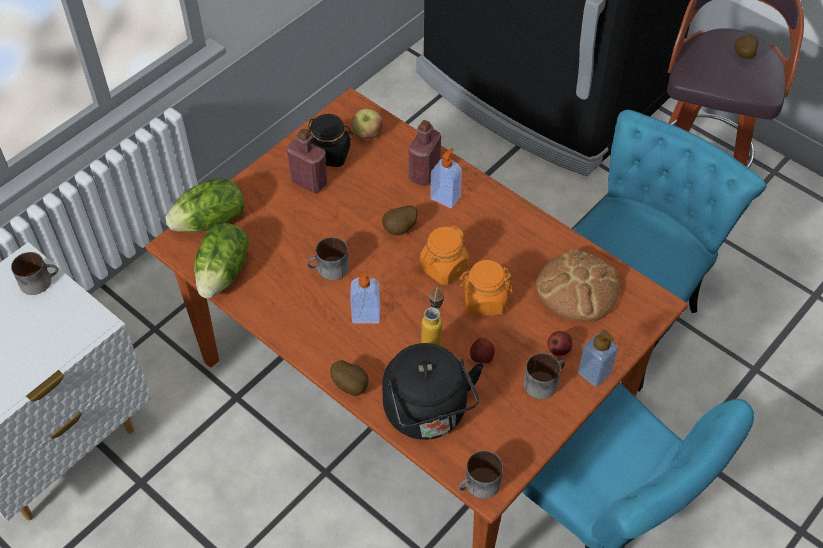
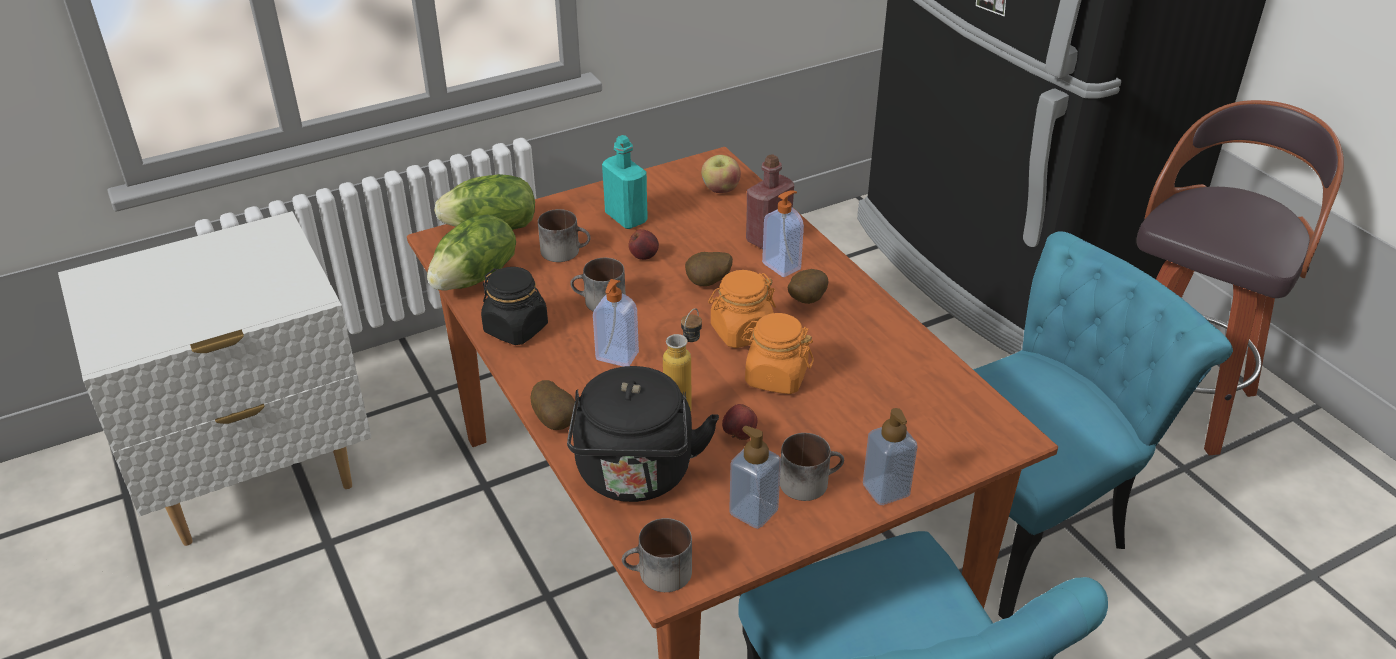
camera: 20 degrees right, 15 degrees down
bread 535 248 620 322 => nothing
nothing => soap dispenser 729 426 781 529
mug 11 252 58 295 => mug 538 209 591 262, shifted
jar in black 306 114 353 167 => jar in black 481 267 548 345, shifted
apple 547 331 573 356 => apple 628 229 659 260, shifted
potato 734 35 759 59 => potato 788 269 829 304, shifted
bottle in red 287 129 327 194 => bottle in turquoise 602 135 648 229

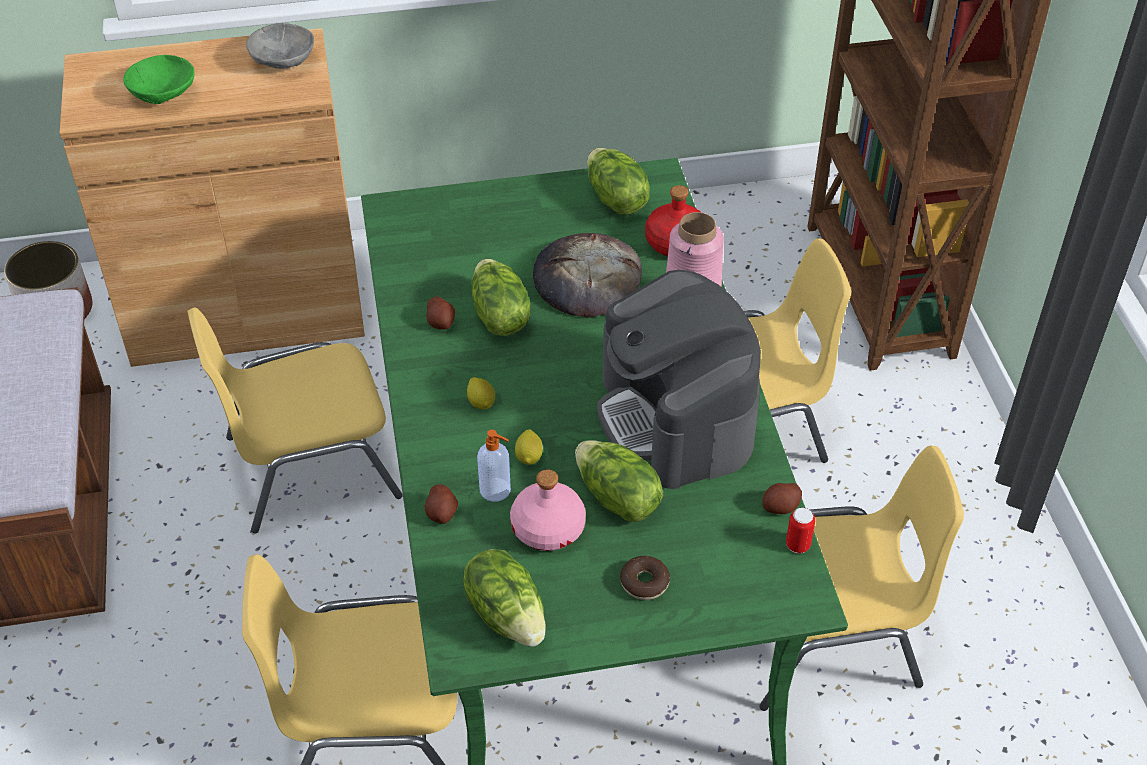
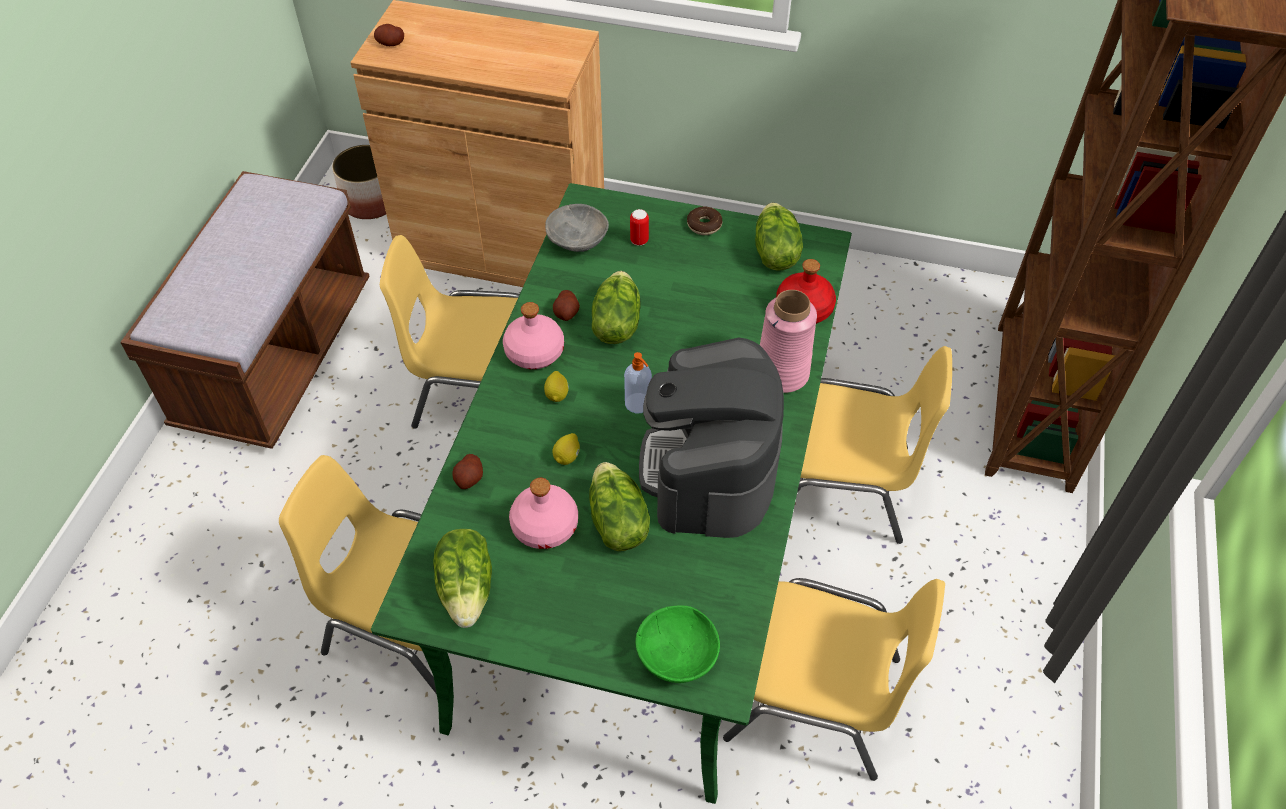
camera: 25 degrees right, 5 degrees up
bread 533 233 642 318 => nothing
nothing => bottle in pink 503 302 564 369
bowl in green 123 55 194 104 => bowl in green 635 605 720 683, shifted
bowl in grey 246 23 314 69 => bowl in grey 545 204 609 252, shifted
soap dispenser 477 430 511 502 => soap dispenser 624 352 652 413, shifted
donut 620 556 670 600 => donut 687 206 722 235, shifted
potato 762 483 802 514 => potato 374 24 404 46, shifted
can 786 508 815 553 => can 630 209 649 246, shifted

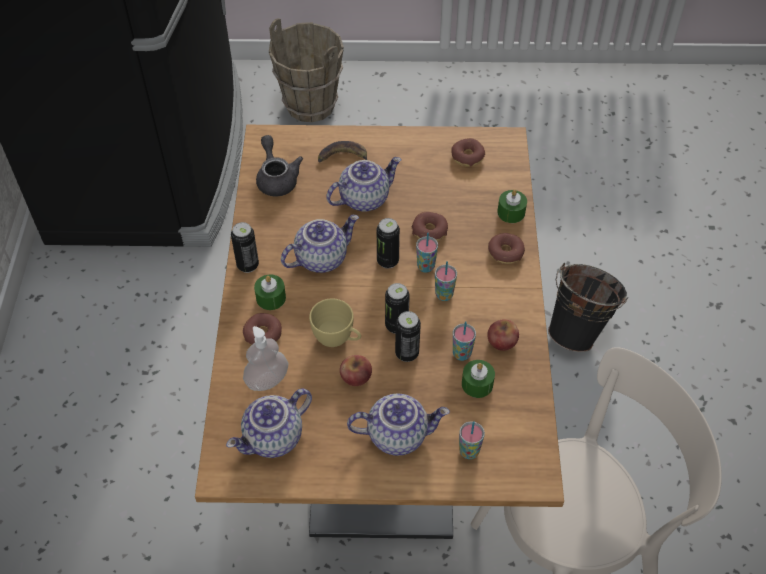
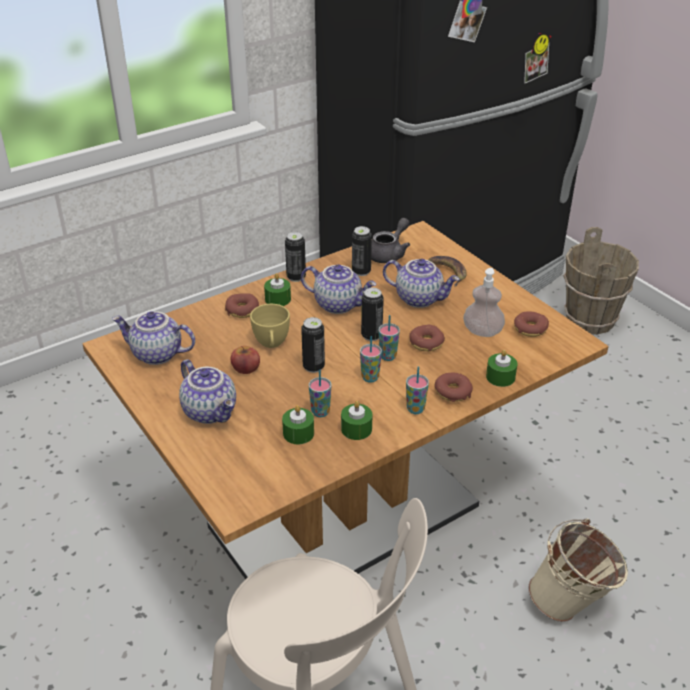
camera: 55 degrees right, 15 degrees down
soap dispenser 243 326 288 391 => soap dispenser 463 268 505 337, shifted
can 395 311 421 362 => can 352 226 372 276, shifted
cup 459 421 485 459 => cup 406 367 429 414, shifted
apple 487 319 519 351 => candle in green 341 401 373 440
bucket in black 548 263 628 352 => bucket in beige 528 518 628 622

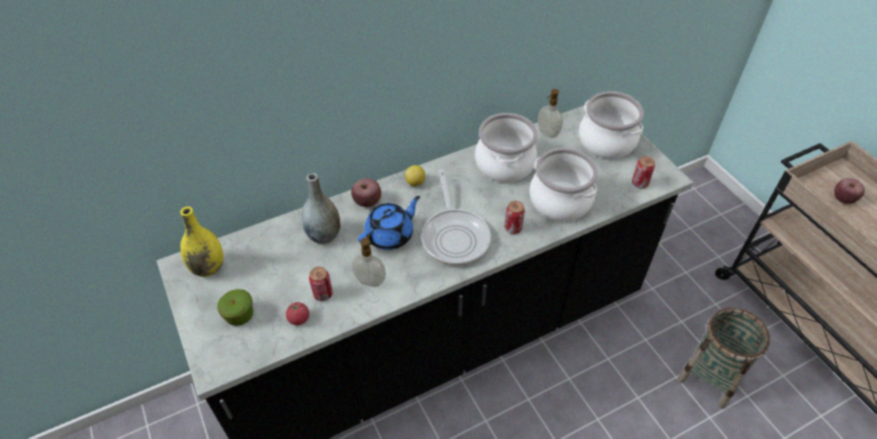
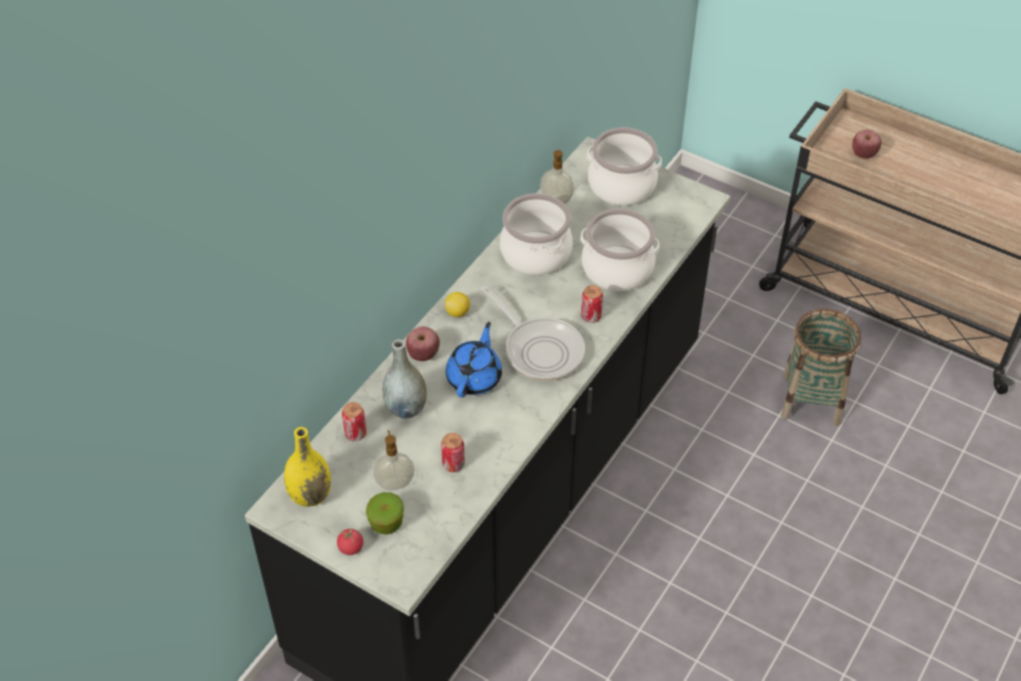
camera: 30 degrees left, 0 degrees up
tomato 286 302 309 325 => tomato 337 528 363 555, shifted
soap dispenser 352 234 386 287 => soap dispenser 373 430 415 490, shifted
can 632 156 655 188 => can 342 402 367 441, shifted

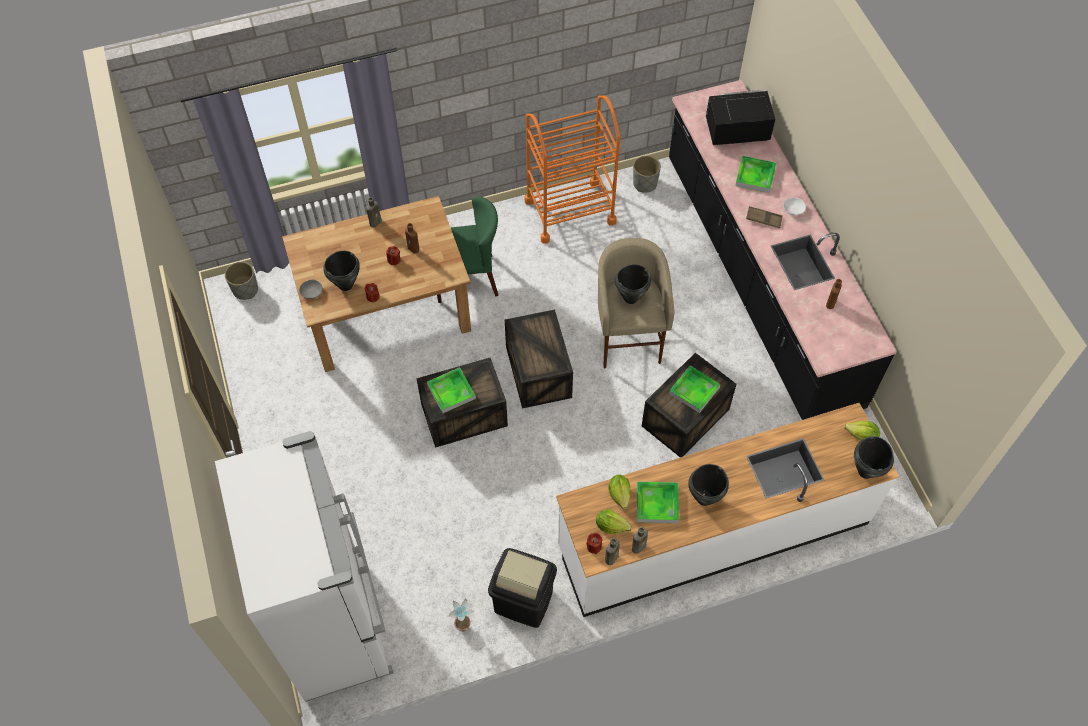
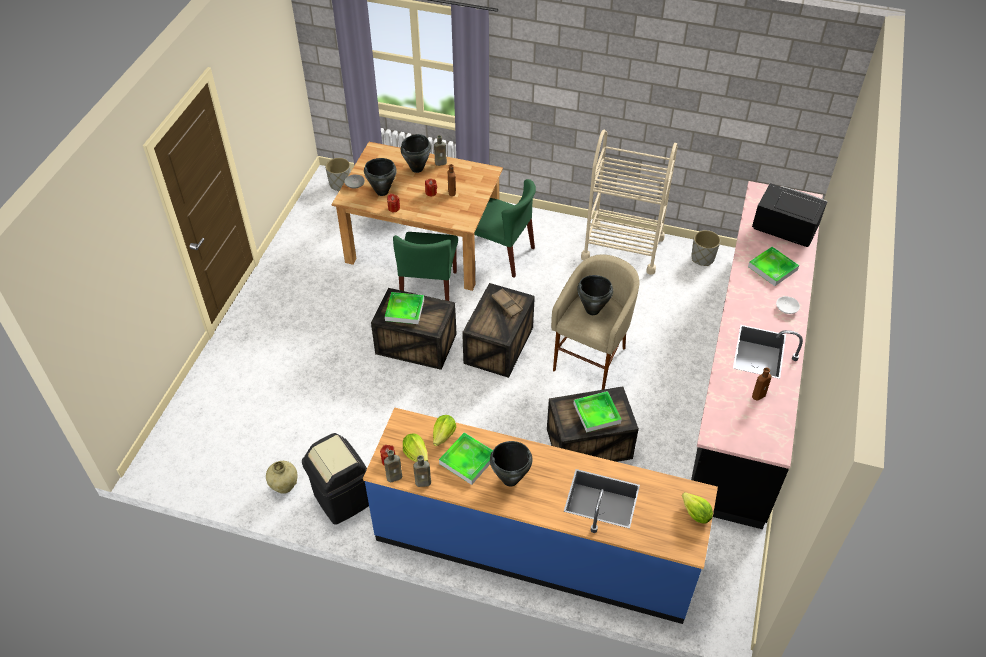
camera: 35 degrees right, 10 degrees down
fridge in white 215 431 393 702 => nothing
nothing => chair in green 393 232 458 301
tray in brown 746 206 783 229 => tray in brown 491 289 523 317, shifted
cooking pot in black 854 436 894 479 => cooking pot in black 401 134 431 173, shifted
potted plant 448 598 474 631 => vase in beige 266 461 298 494
cart in orange 525 95 620 244 => cart in beige 581 130 678 275
counter in white 556 403 899 617 => counter in blue 363 407 718 624

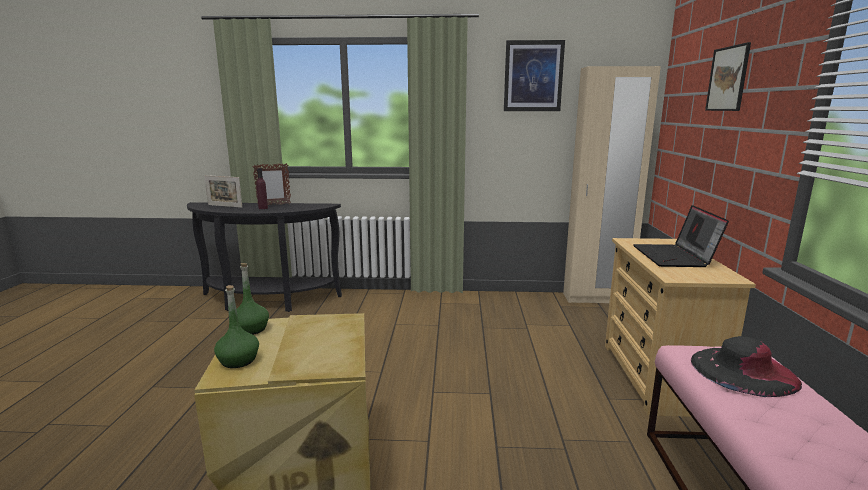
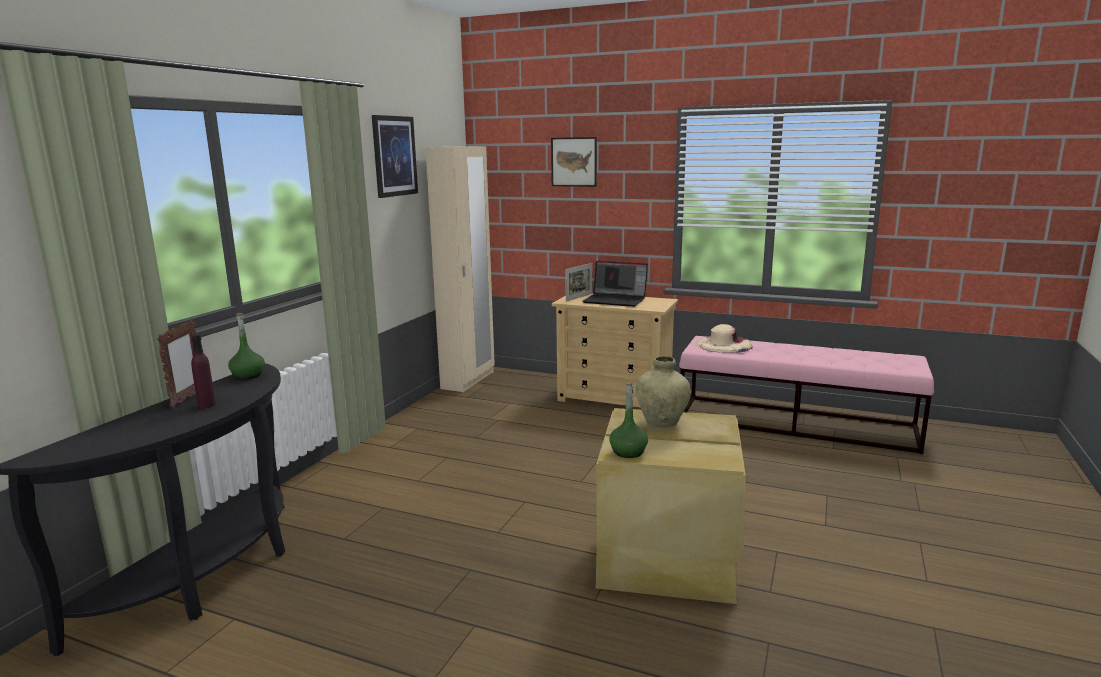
camera: 70 degrees left, 0 degrees up
nothing => vase in beige 636 356 691 428
picture frame 204 175 242 208 => picture frame 565 263 593 302, shifted
bottle in green 214 285 259 368 => bottle in green 228 313 265 379, shifted
hat in black 691 336 802 397 => hat in beige 695 324 753 353

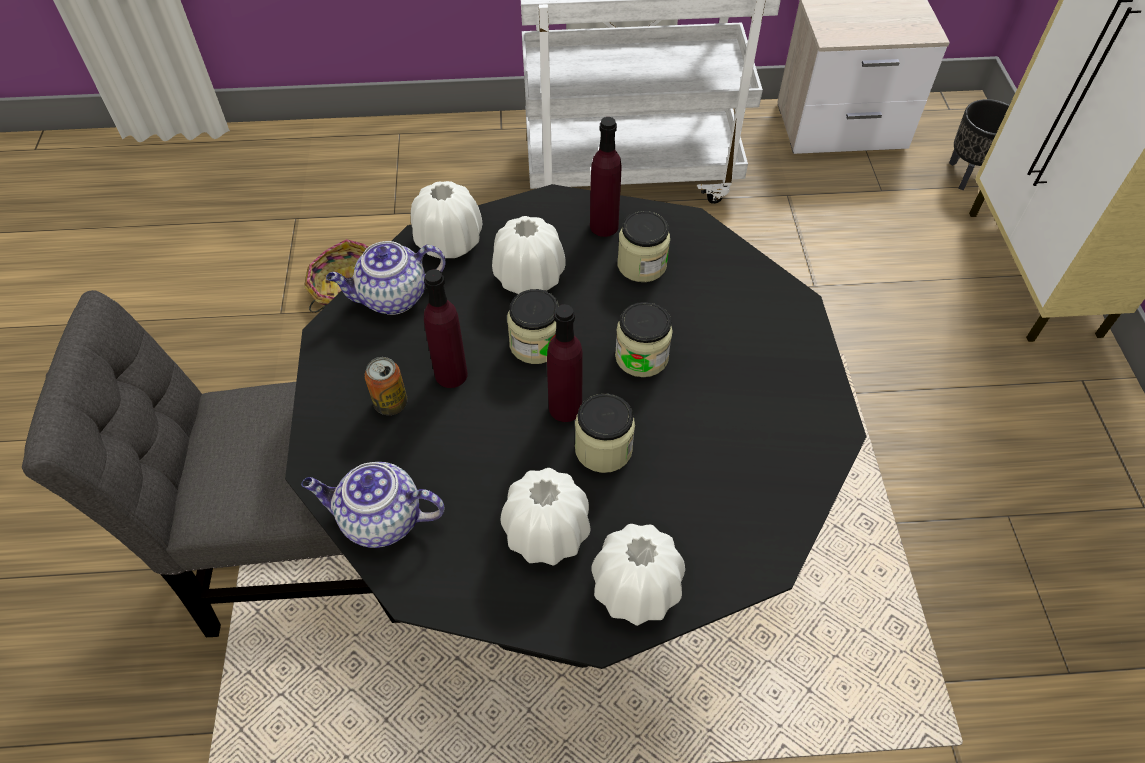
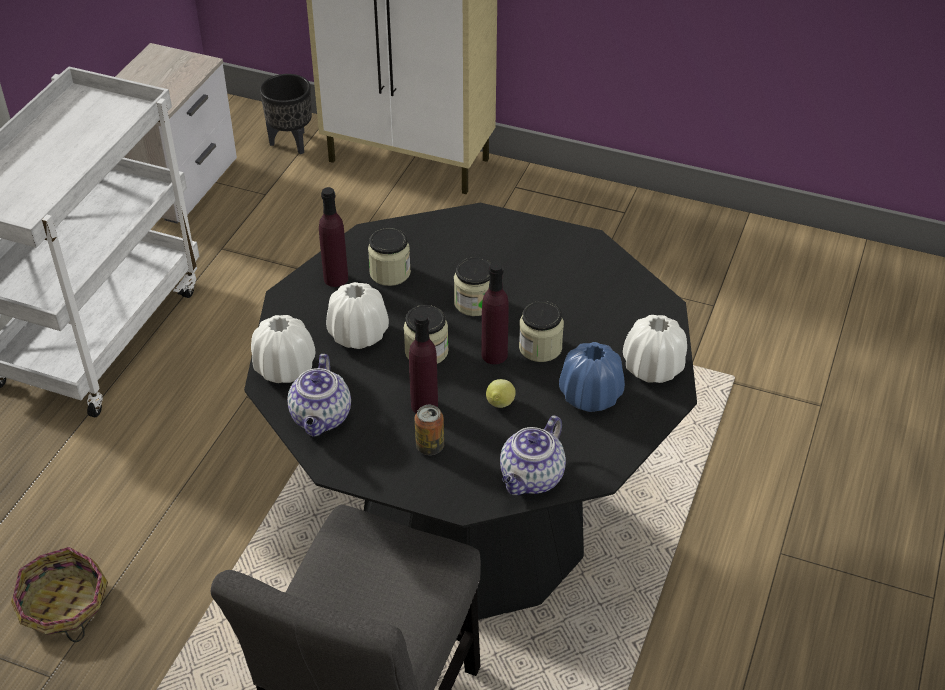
camera: 65 degrees left, 10 degrees down
nothing => lemon 486 379 516 408
vase in white 500 468 590 565 => vase in blue 559 342 625 412

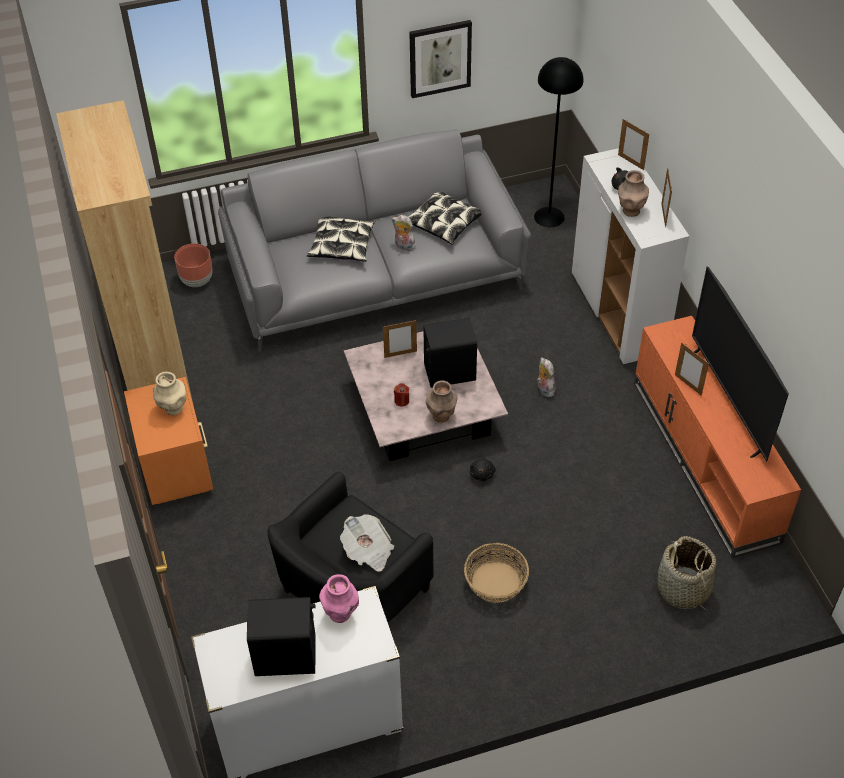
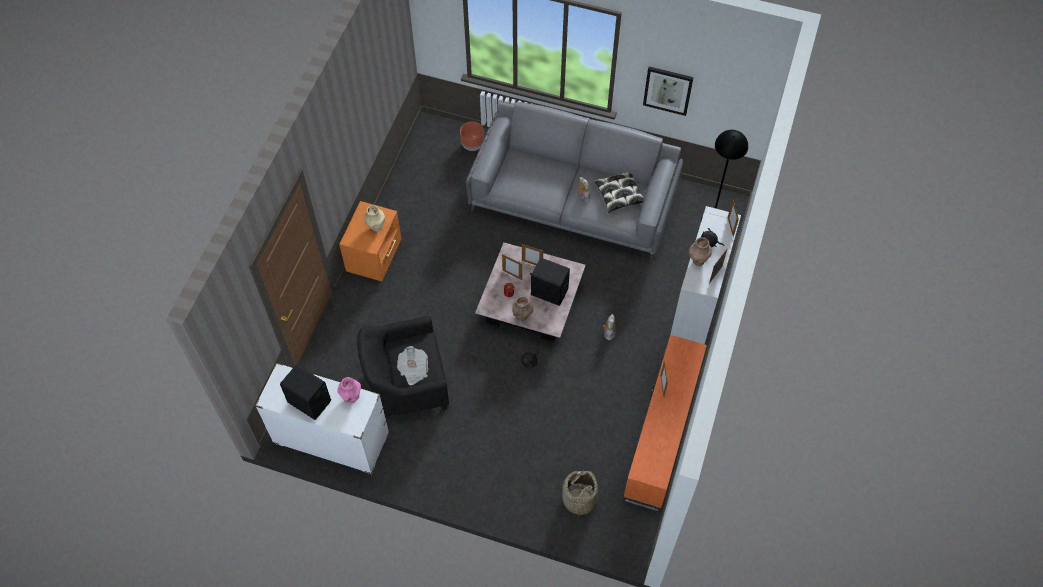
camera: 35 degrees right, 10 degrees up
bookcase in brown 56 100 194 406 => nothing
pillow 307 216 375 262 => nothing
basket 464 543 529 603 => nothing
television 692 267 789 462 => nothing
nothing => picture frame 502 254 522 280

